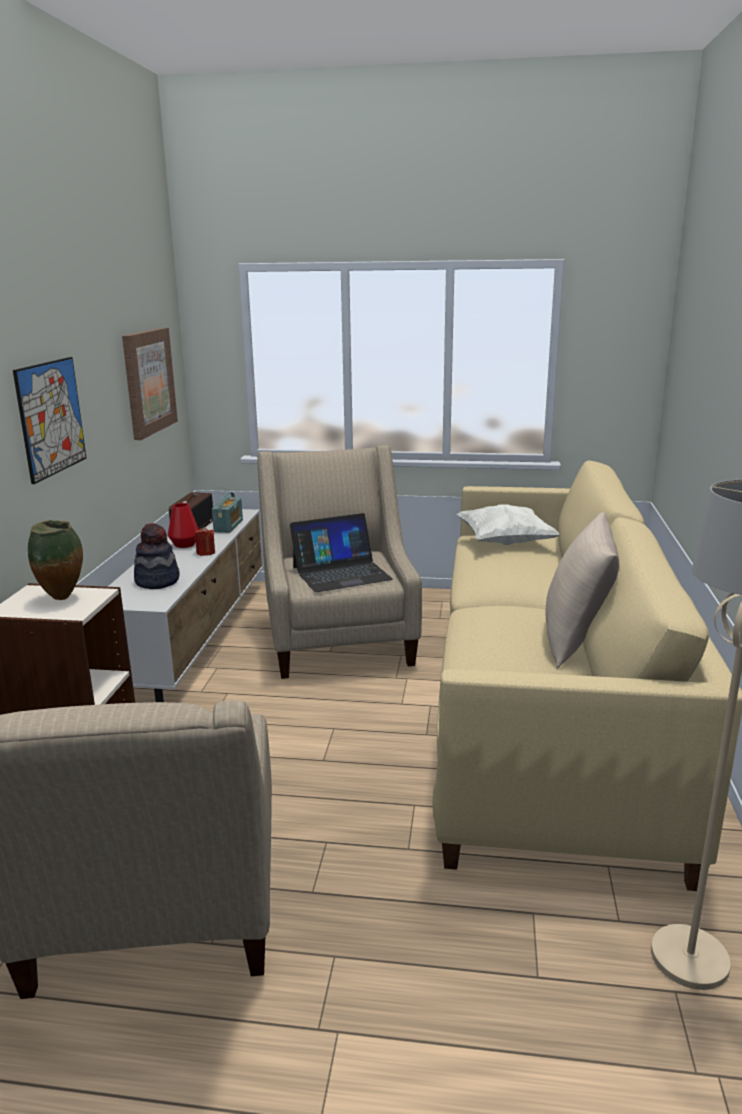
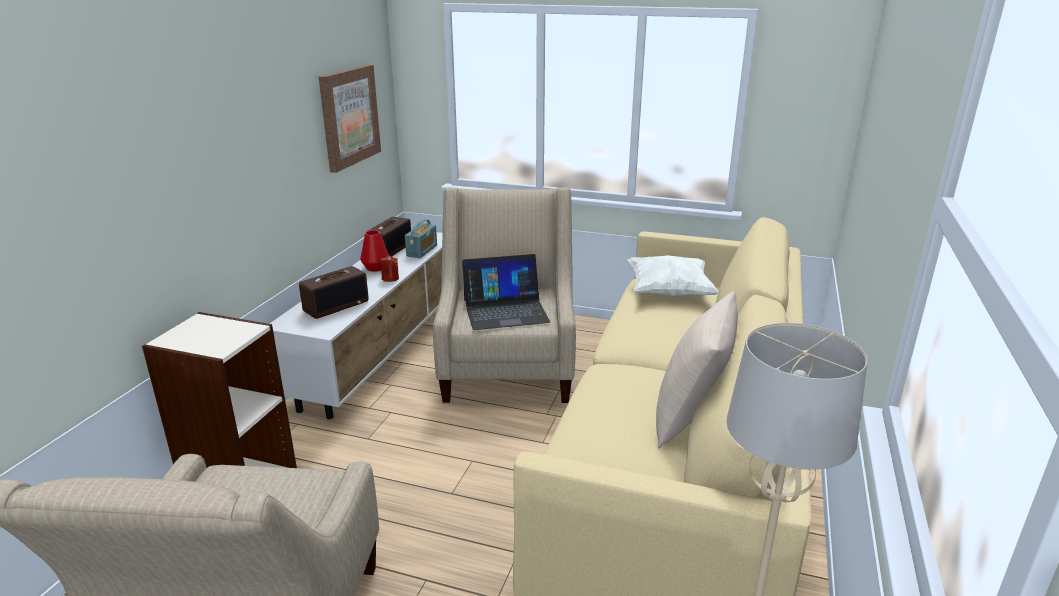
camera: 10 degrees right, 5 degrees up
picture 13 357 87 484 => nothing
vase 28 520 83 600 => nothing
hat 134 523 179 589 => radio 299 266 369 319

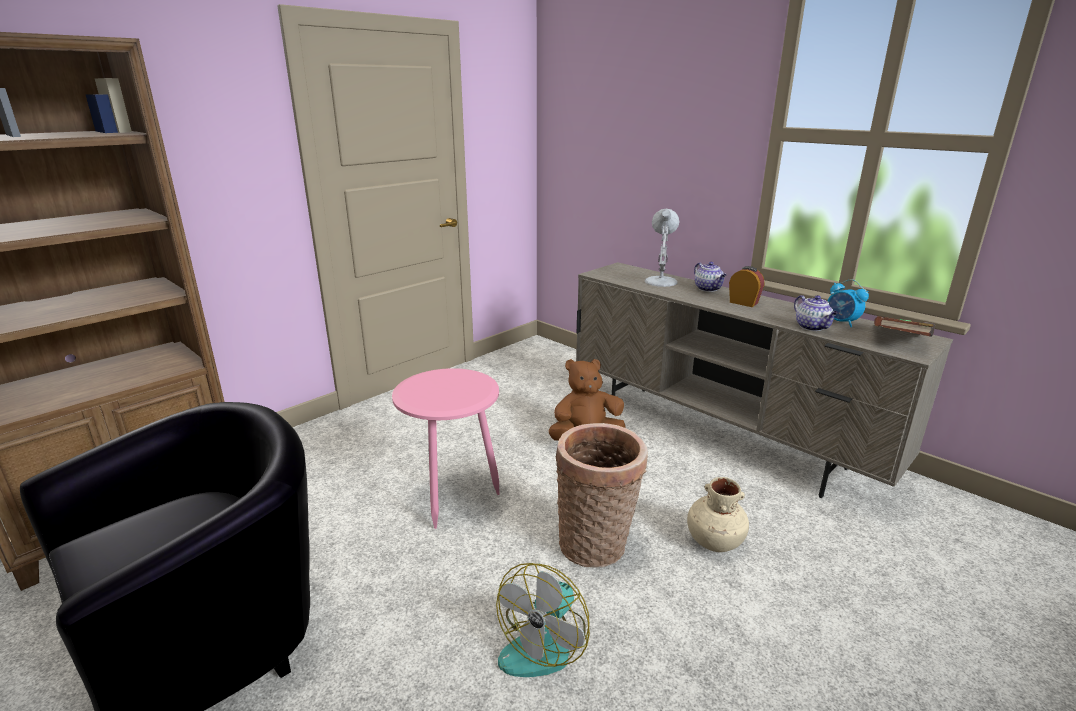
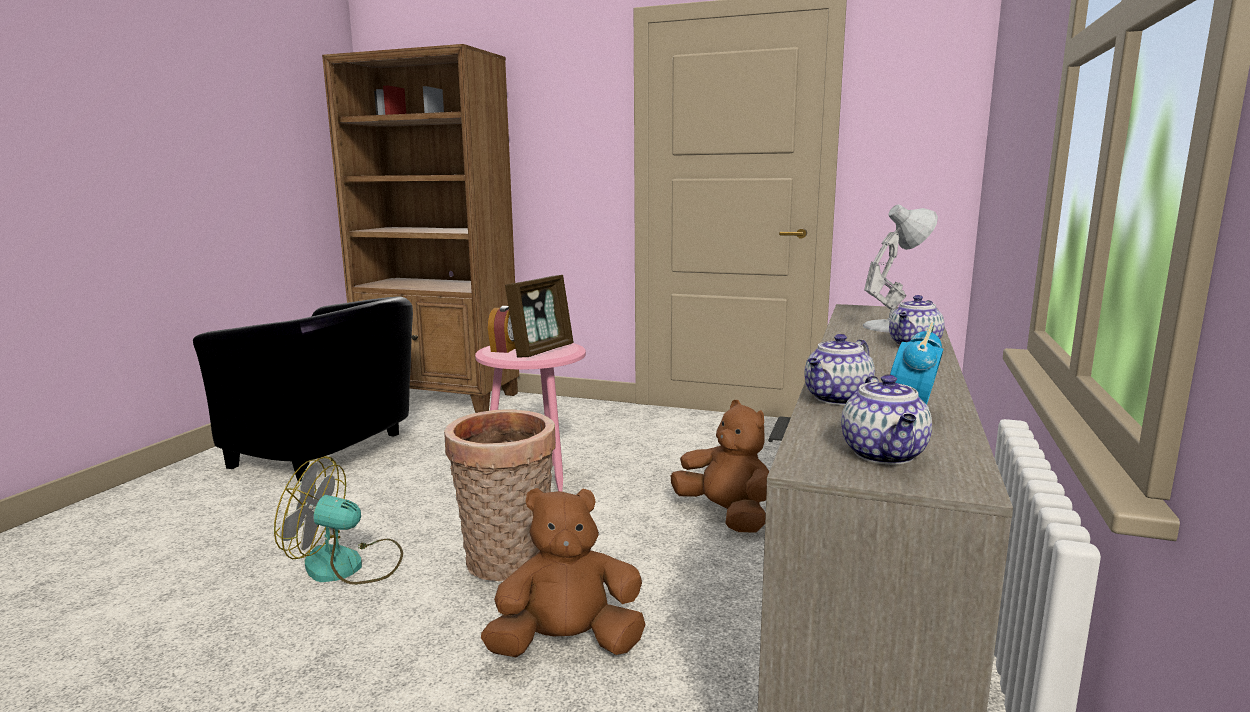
camera: 65 degrees right, 10 degrees down
nothing => picture frame 505 275 573 358
alarm clock 729 266 765 307 => alarm clock 488 306 515 353, shifted
vase in beige 687 477 749 552 => plush toy in brown 481 488 646 657
book in brown 874 316 935 337 => teapot 841 375 932 465

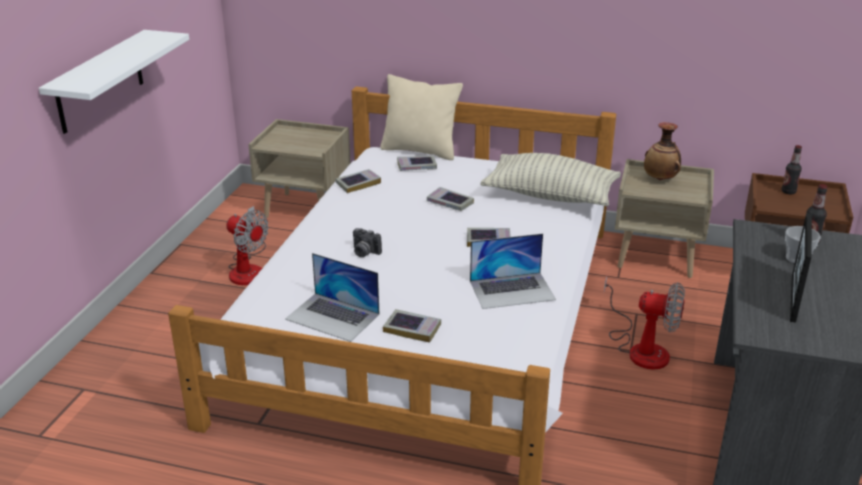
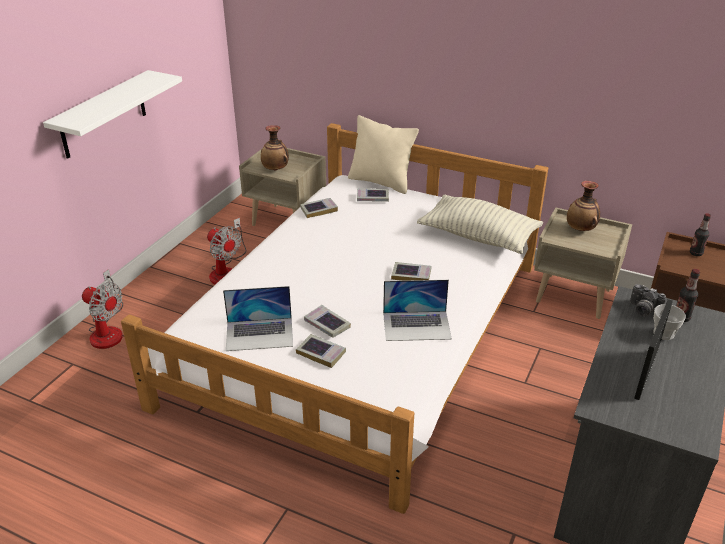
camera: 10 degrees right, 5 degrees up
nothing => vase 261 125 289 171
photo camera 353 228 382 257 => photo camera 630 284 666 316, shifted
book 427 187 474 211 => book 304 305 351 338, shifted
fan 604 276 685 370 => fan 82 269 123 349, shifted
laptop 285 253 380 342 => laptop 223 286 293 351, 45 degrees counterclockwise

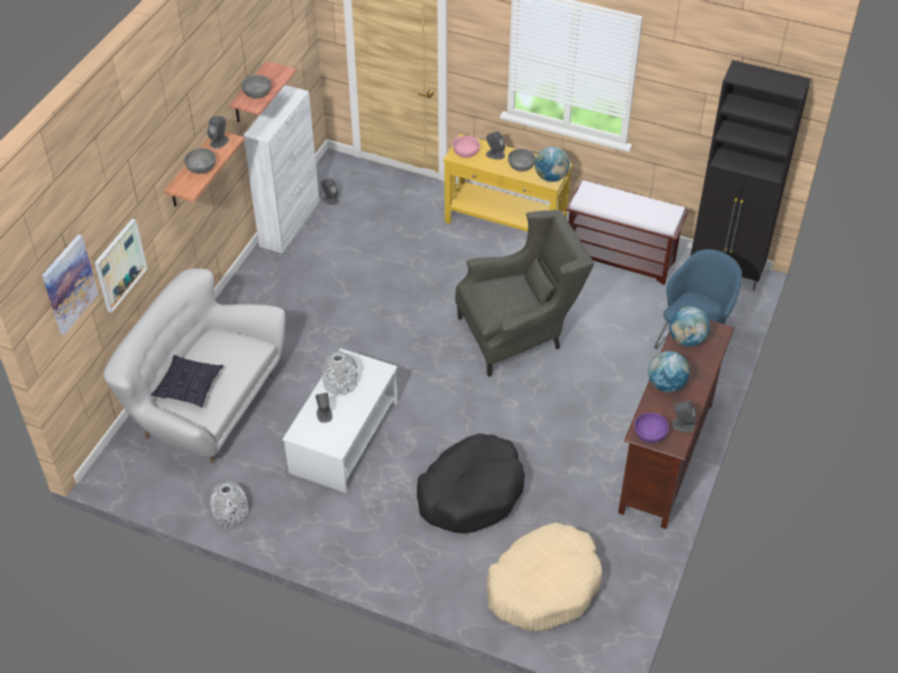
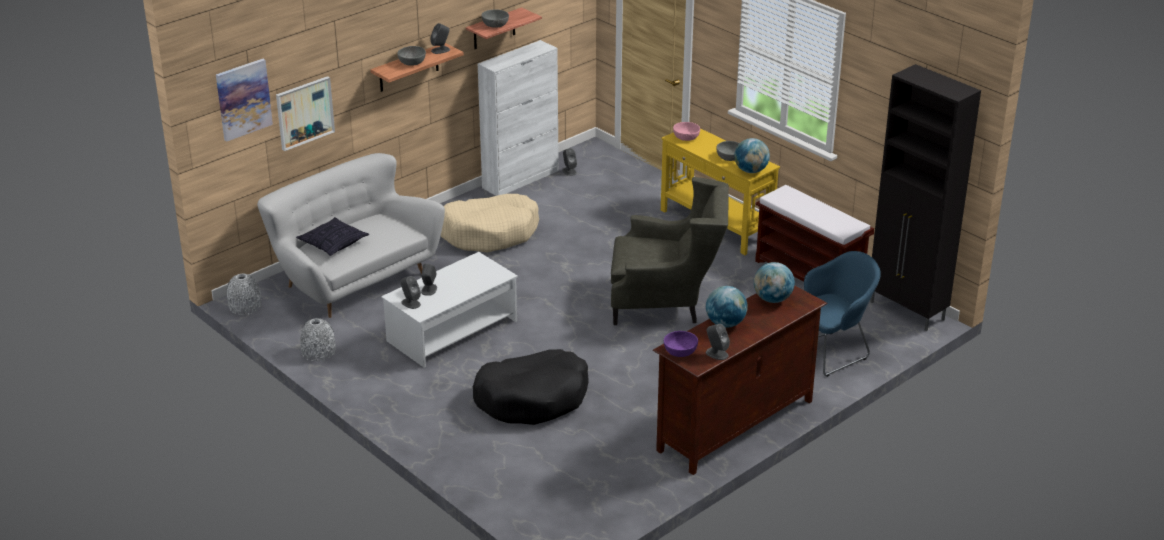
camera: 25 degrees right, 15 degrees down
vase in grey 321 351 358 395 => vase in grey 226 273 261 315, shifted
speaker in grey 486 131 505 160 => speaker in grey 401 276 421 309, shifted
dog bed in beige 487 522 602 632 => dog bed in beige 441 194 539 253, shifted

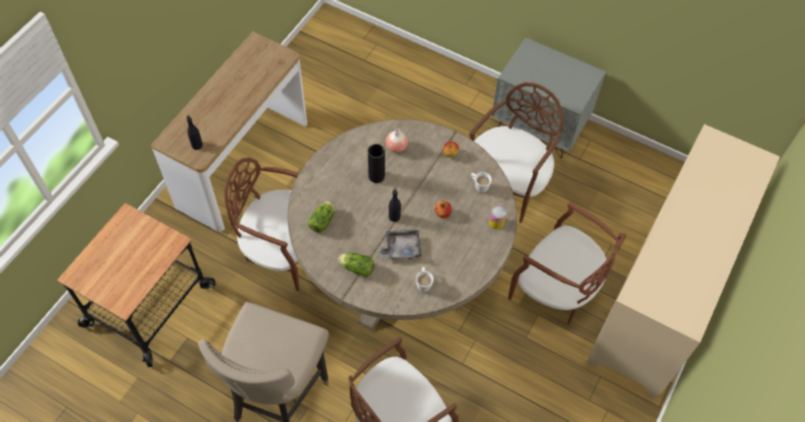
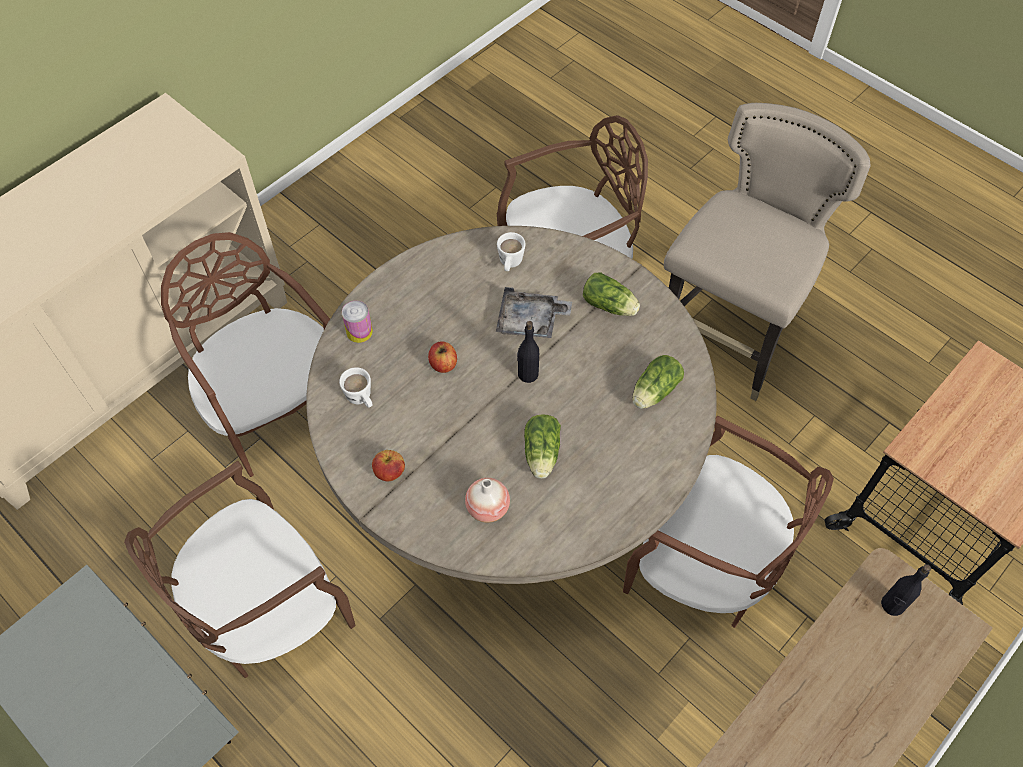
camera: 165 degrees left, 0 degrees up
vase in black 368 144 385 183 => lettuce 524 415 561 479

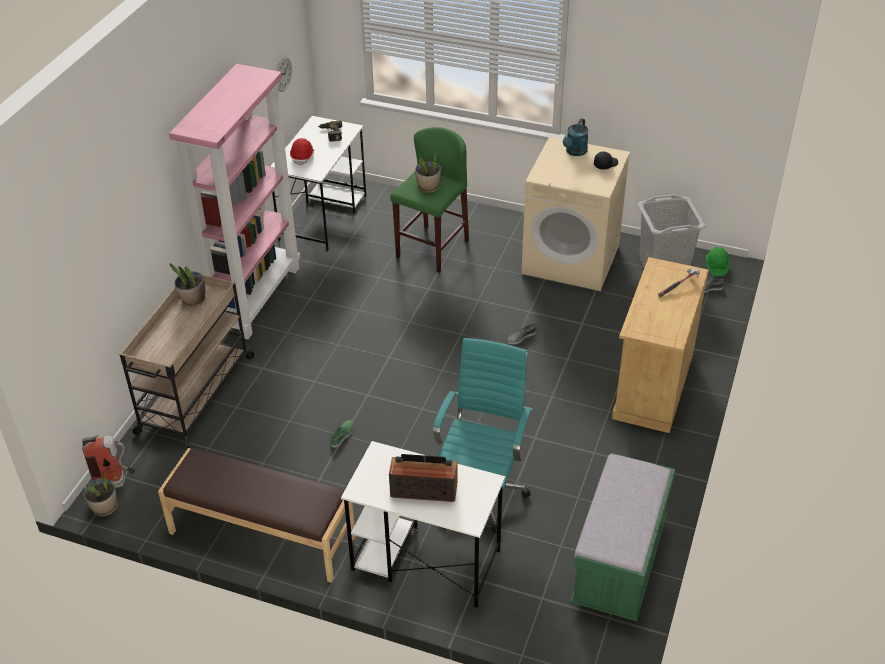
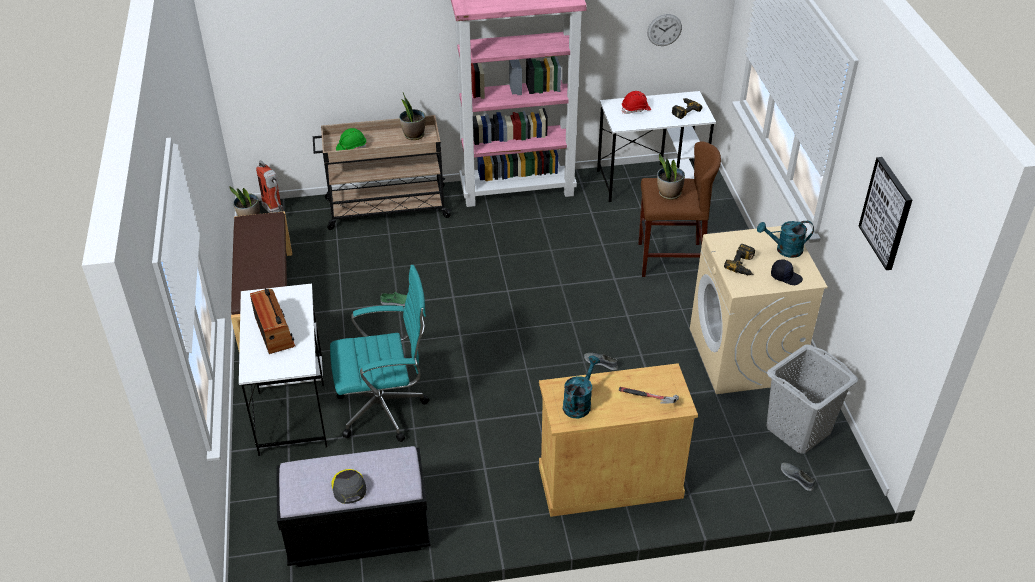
camera: 60 degrees right, 0 degrees up
nothing => cap in grey 331 469 366 504
nothing => watering can in turquoise 563 356 600 418
nothing => power drill 724 244 755 275
nothing => picture 859 157 912 270
hard hat in green 706 247 730 276 => hard hat in green 336 128 367 151, shifted
stool in green 390 127 469 273 => stool in brown 638 141 721 277
bench in green 570 453 675 621 => bench in black 276 446 430 567

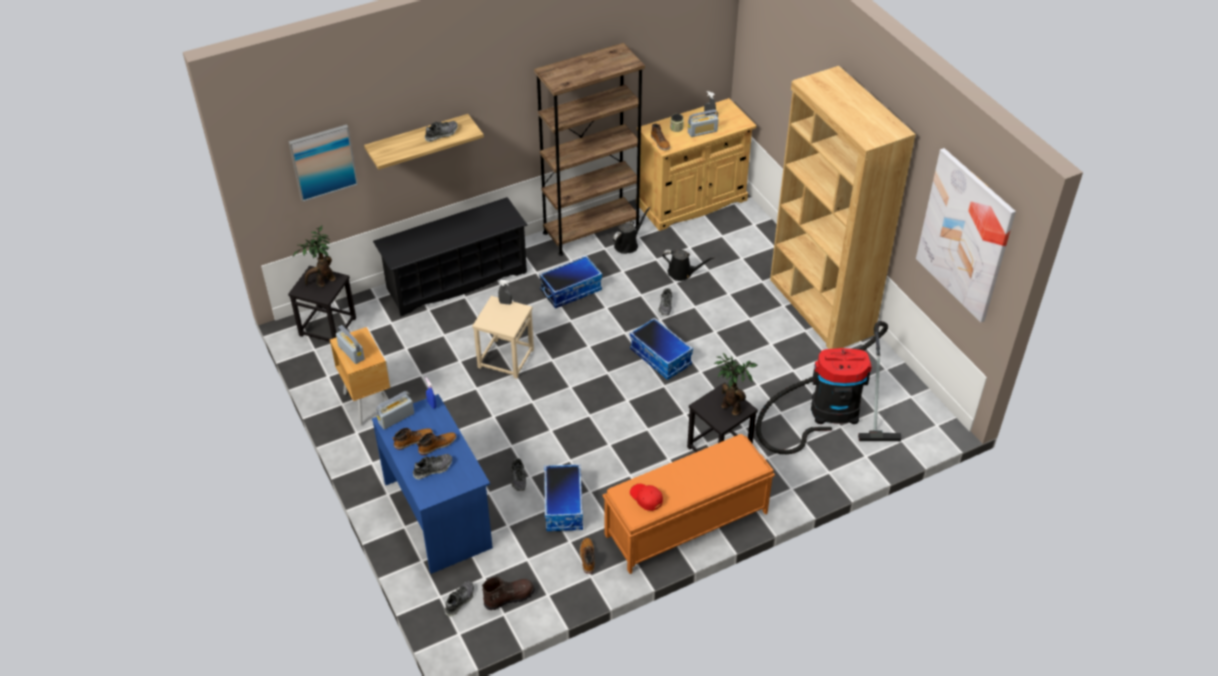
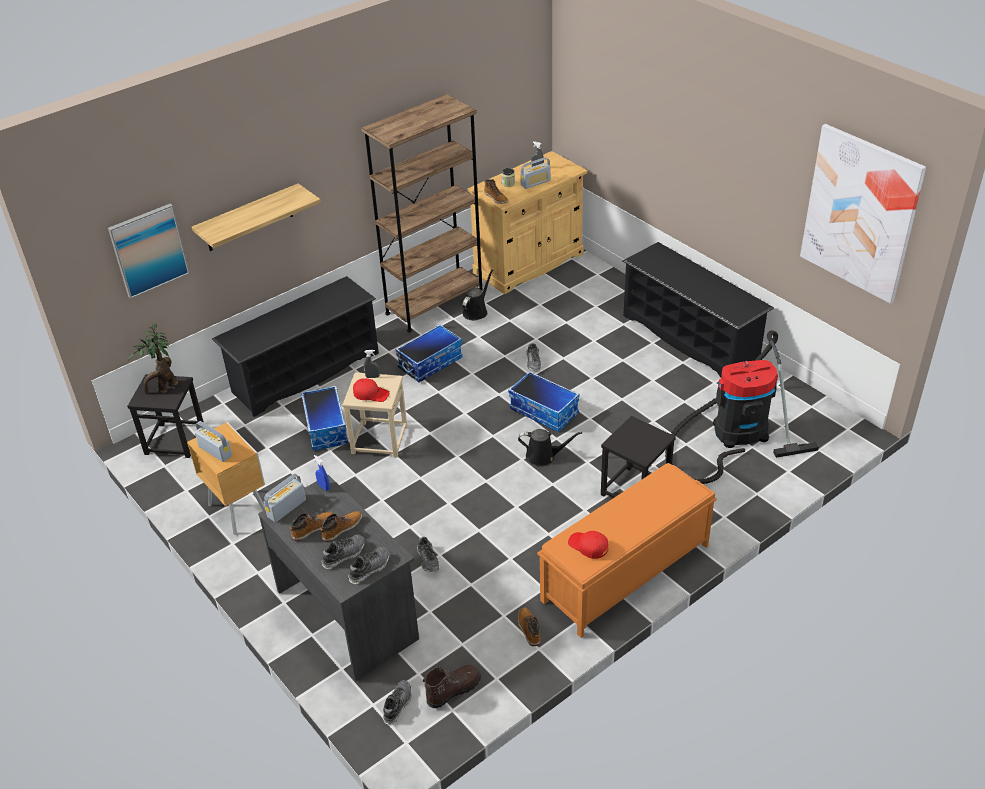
camera: 10 degrees left, 5 degrees down
potted plant 714 353 757 416 => nothing
nothing => cap in red 353 378 389 402
shoe 425 121 458 142 => shoe 348 547 389 584, shifted
storage box 544 464 583 531 => storage box 301 386 348 450, shifted
watering can in black 662 250 715 281 => watering can in black 518 429 582 467, shifted
bookcase in brown 770 66 916 349 => shoe rack in black 623 242 774 377
desk in blue 372 394 493 574 => desk in grey 258 475 419 681

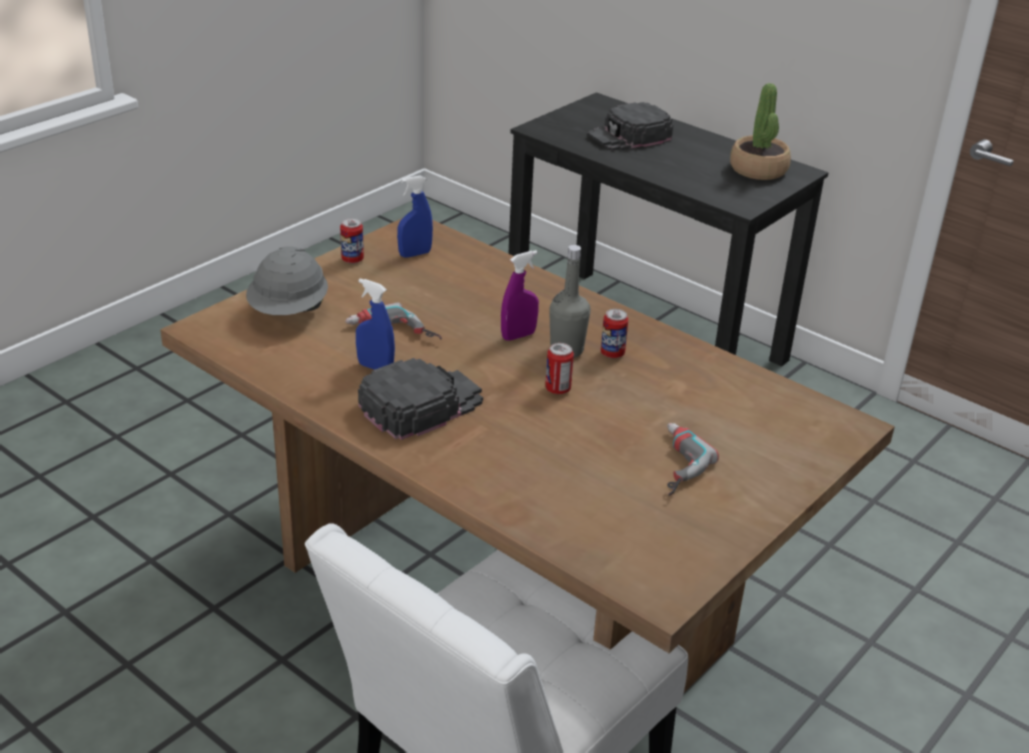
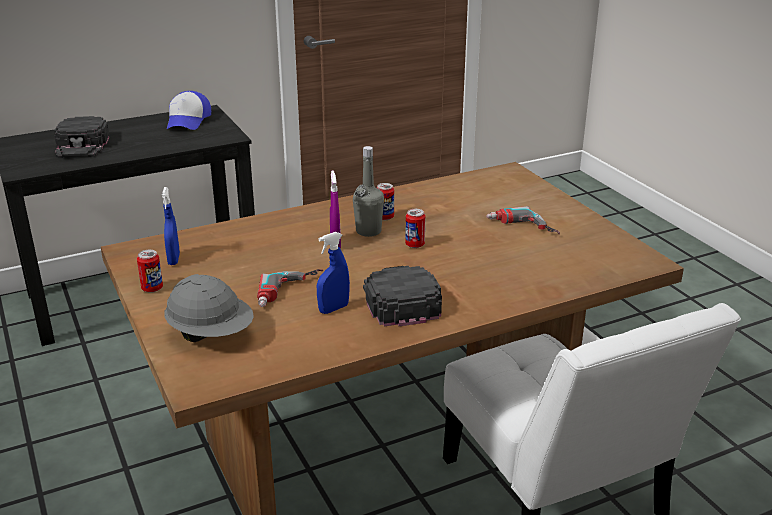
camera: 65 degrees left, 5 degrees down
potted plant 730 83 791 180 => cap 167 91 211 130

